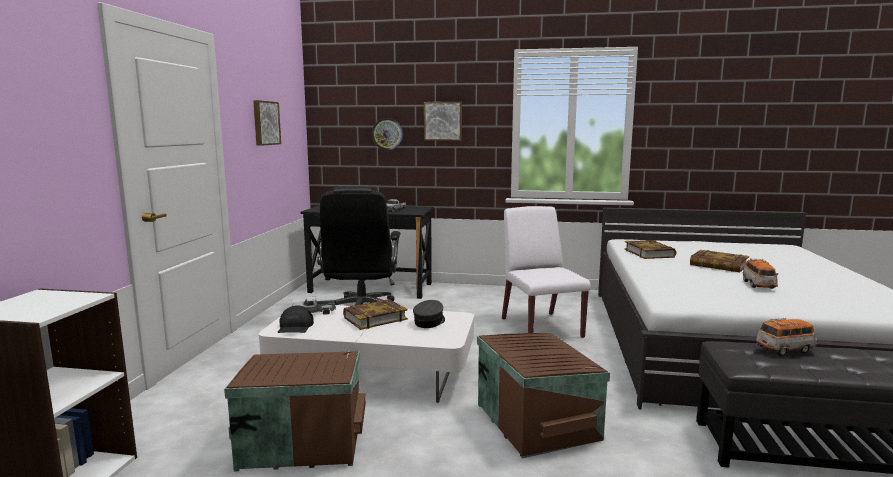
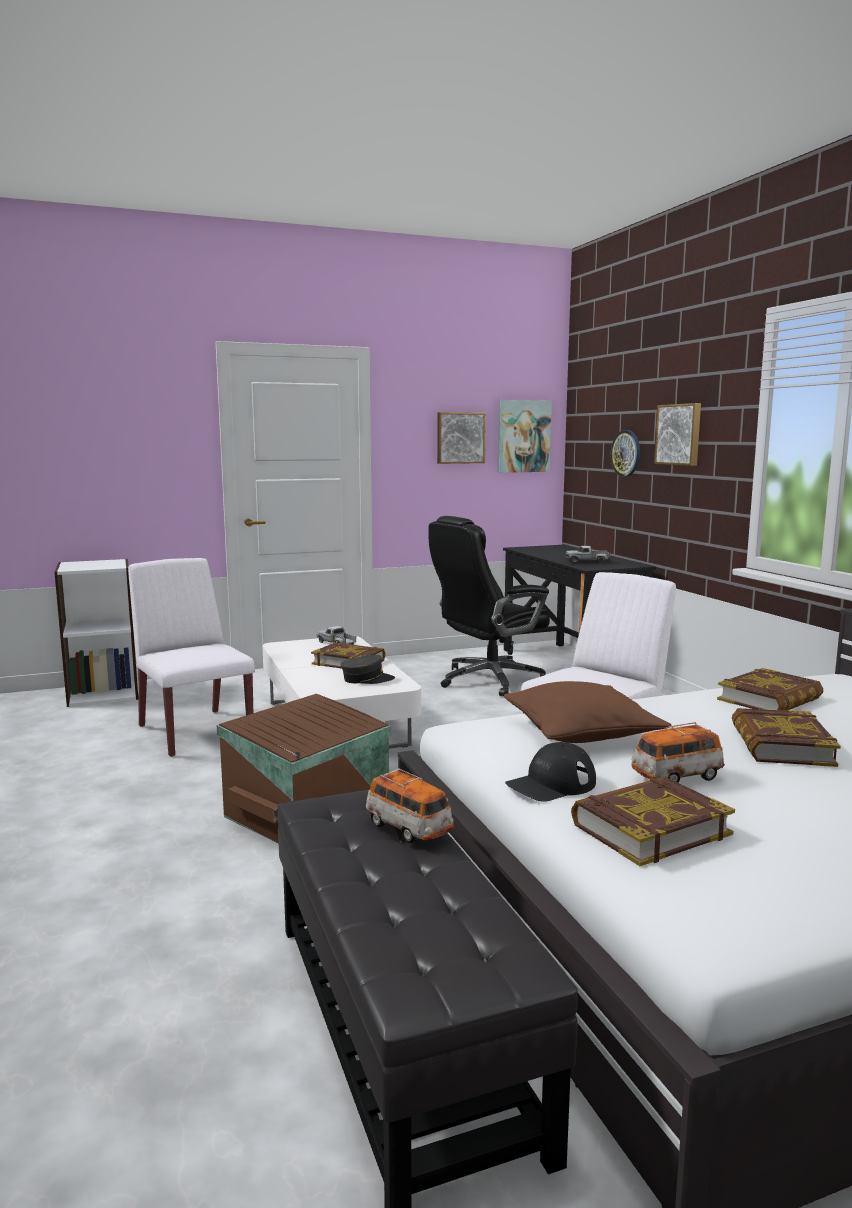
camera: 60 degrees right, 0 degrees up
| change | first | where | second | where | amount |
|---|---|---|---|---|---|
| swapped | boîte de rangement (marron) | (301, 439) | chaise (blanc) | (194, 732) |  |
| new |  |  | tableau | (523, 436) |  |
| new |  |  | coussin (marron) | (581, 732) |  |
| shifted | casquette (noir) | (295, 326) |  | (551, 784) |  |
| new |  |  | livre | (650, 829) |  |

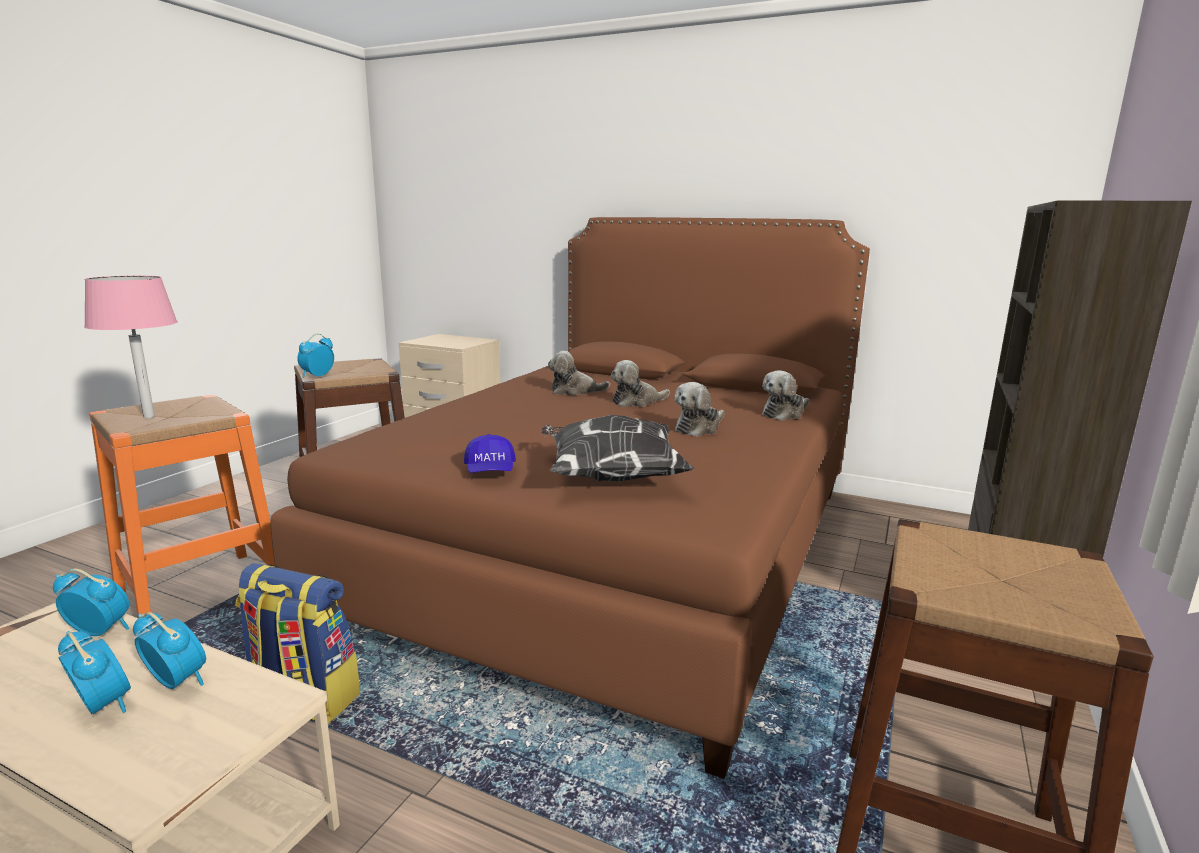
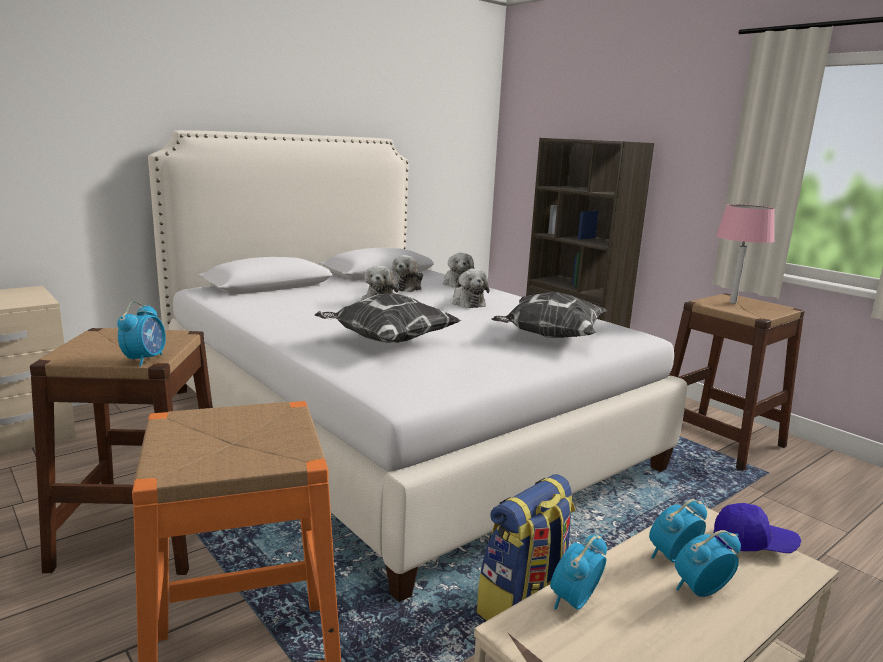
camera: 65 degrees left, 0 degrees up
| change | first | where | second | where | amount |
|---|---|---|---|---|---|
| rotated | réveil | (317, 376) |  | (145, 359) | 135 degrees counterclockwise |
| repainted | lit (marron) | (618, 548) | lit (blanc) | (395, 426) |  |
| new |  |  | coussin | (386, 341) |  |
| shifted | peluche | (574, 391) |  | (407, 287) |  |
| shifted | casquette (bleu) | (490, 471) |  | (753, 544) |  |
| shifted | lampe de table (rose) | (149, 416) |  | (732, 302) |  |

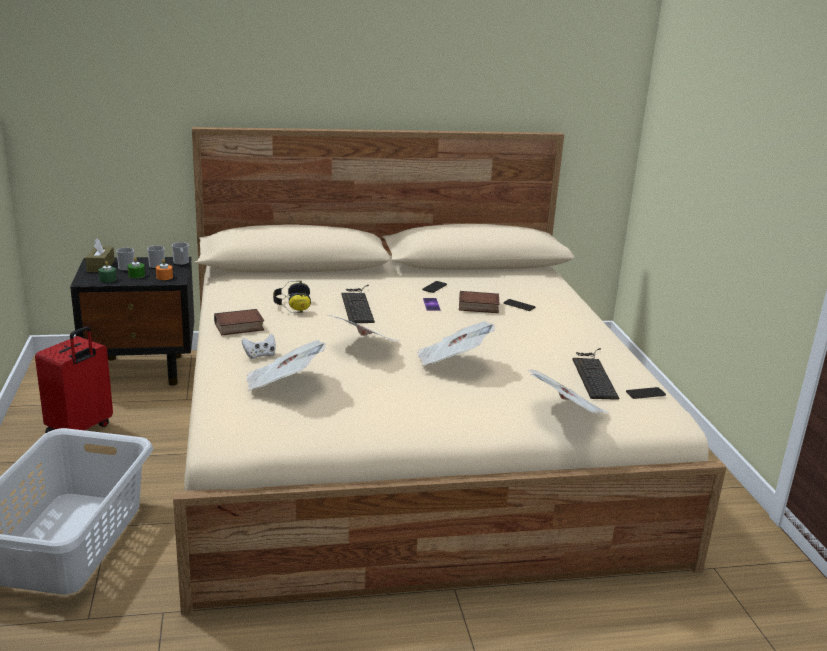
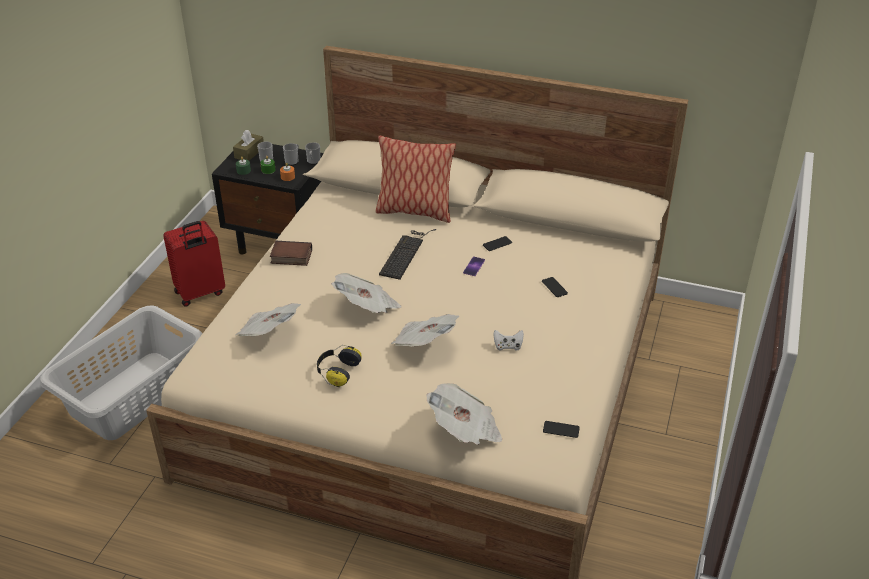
camera: 30 degrees right, 15 degrees up
| change | first | where | second | where | amount |
|---|---|---|---|---|---|
| shifted | casque audio | (291, 305) |  | (337, 372) |  |
| new |  |  | coussin | (414, 211) |  |
| shifted | manette (blanc) | (260, 355) |  | (508, 346) |  |
| gone | livre | (477, 307) |  |  |  |
| gone | clavier | (593, 374) |  |  |  |

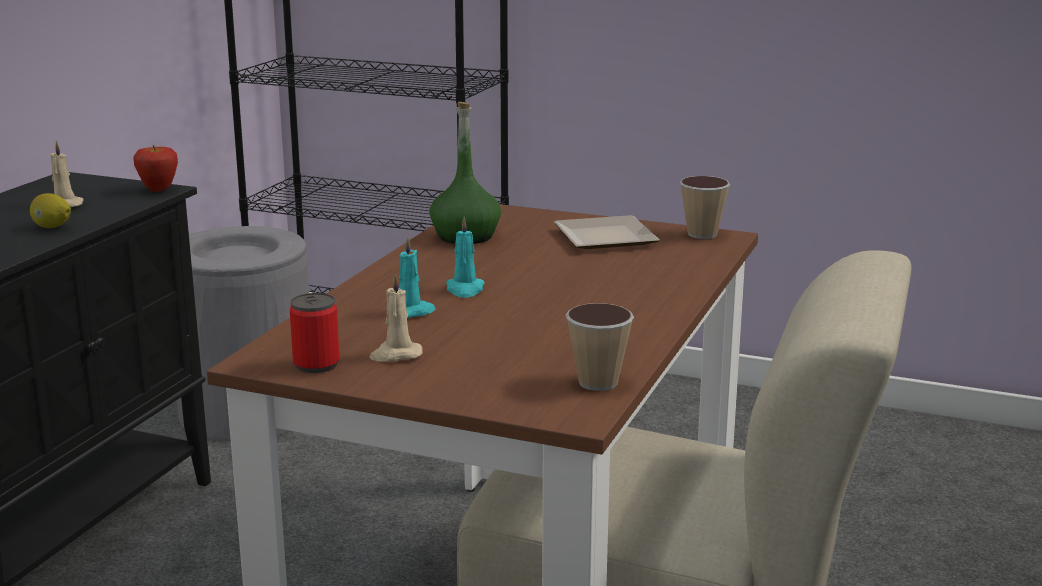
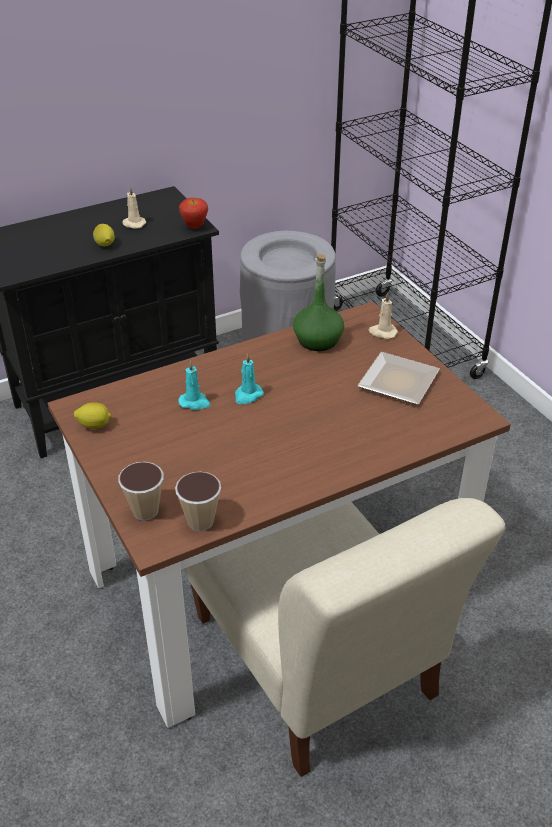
camera: 40 degrees right, 20 degrees up
| change | first | where | second | where | amount |
|---|---|---|---|---|---|
| swapped | boîte métallique | (316, 365) | citron | (94, 425) |  |
| shifted | tasse | (702, 234) |  | (145, 511) |  |
| shifted | bougie (beige) | (395, 355) |  | (382, 332) |  |

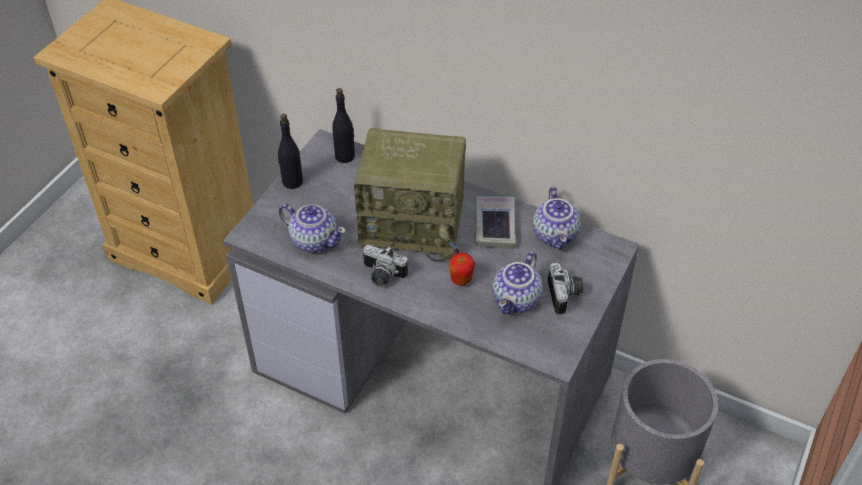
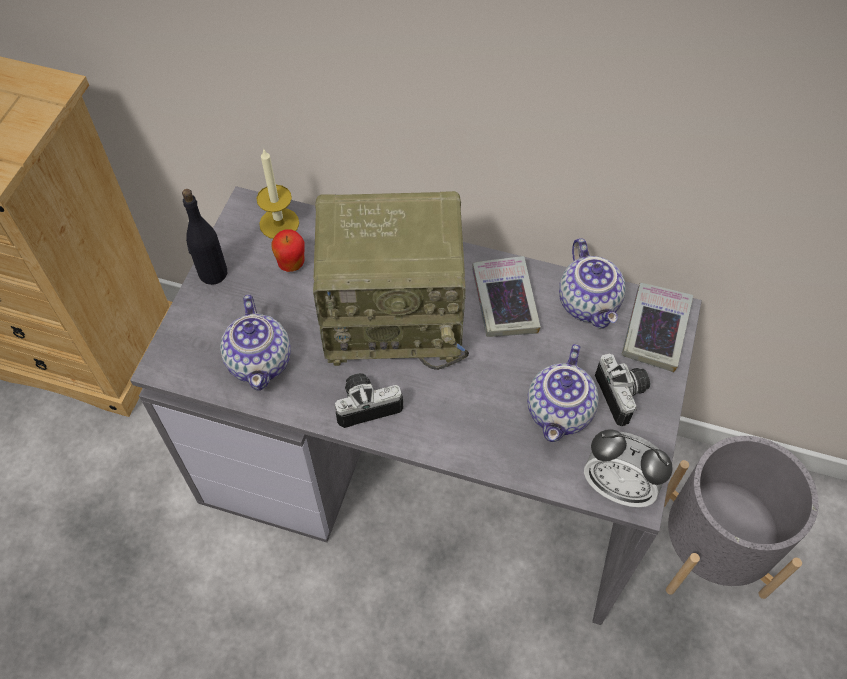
camera: 10 degrees left, 10 degrees up
| change | first | where | second | where | amount |
|---|---|---|---|---|---|
| rotated | théière | (314, 240) |  | (260, 361) | 60 degrees clockwise |
| swapped | bouteille (noir) | (345, 156) | bougie | (279, 223) |  |
| shifted | pomme | (461, 280) |  | (291, 264) |  |
| rotated | appareil photo | (381, 276) |  | (366, 403) | 150 degrees clockwise |
| new |  |  | réveil | (618, 486) |  |
| new |  |  | livre | (655, 330) |  |

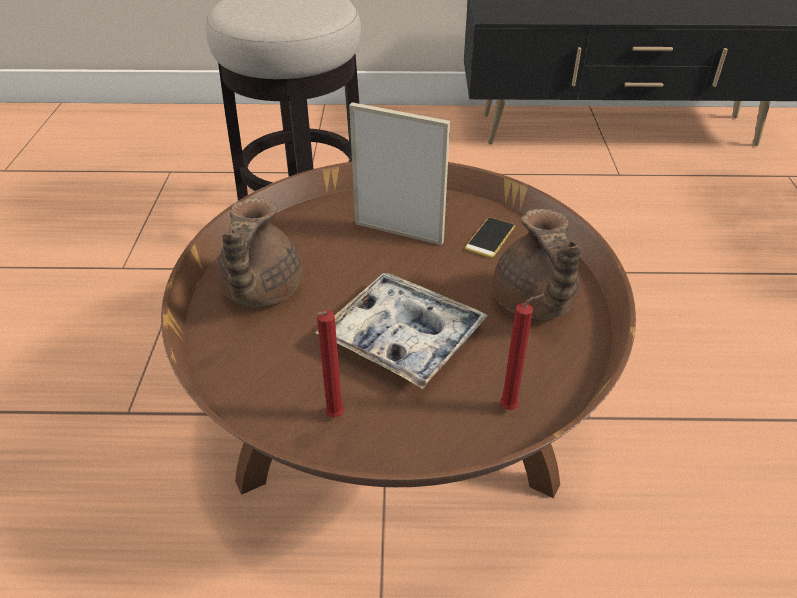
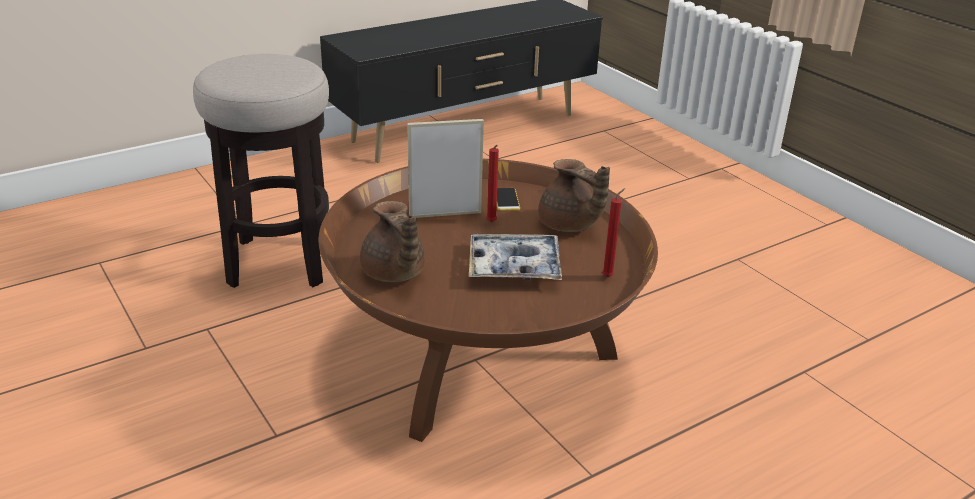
camera: 35 degrees left, 10 degrees down
| change | first | where | second | where | amount |
|---|---|---|---|---|---|
| shifted | bougie (rouge) | (333, 417) |  | (491, 223) |  |

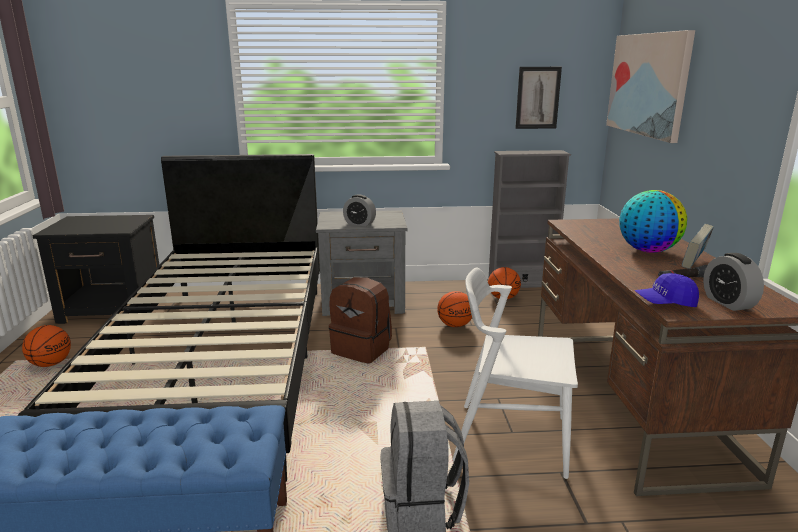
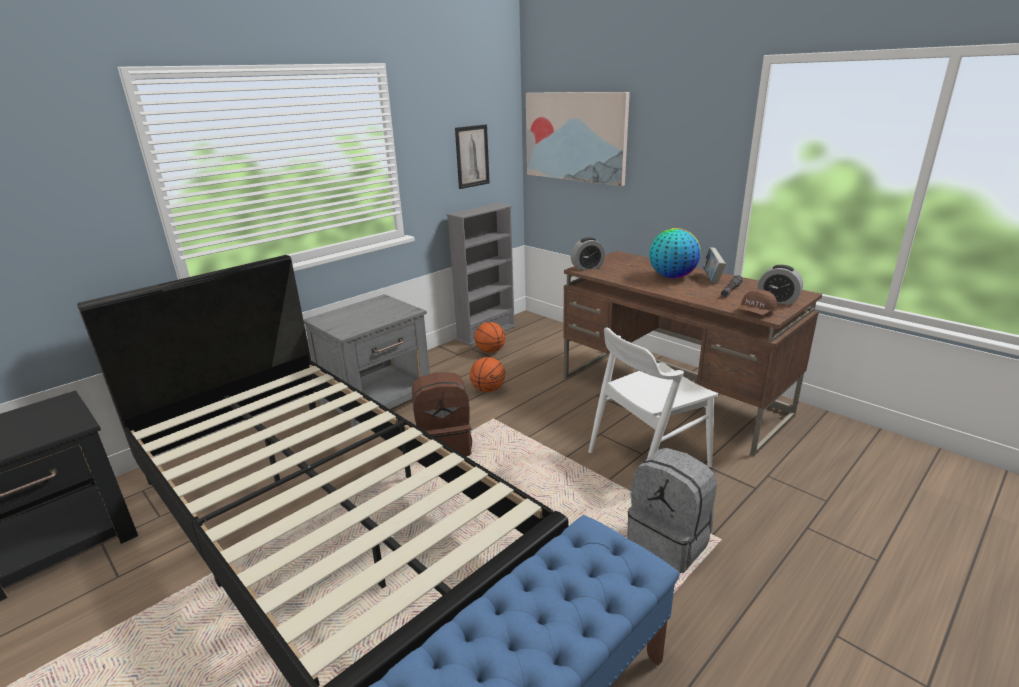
camera: 40 degrees left, 5 degrees up
| change | first | where | second | where | amount |
|---|---|---|---|---|---|
| shifted | réveil | (359, 223) |  | (587, 267) |  |
| repainted | casquette (bleu) | (665, 303) | casquette (marron) | (755, 313) |  |
| gone | ballon de basket | (51, 364) |  |  |  |

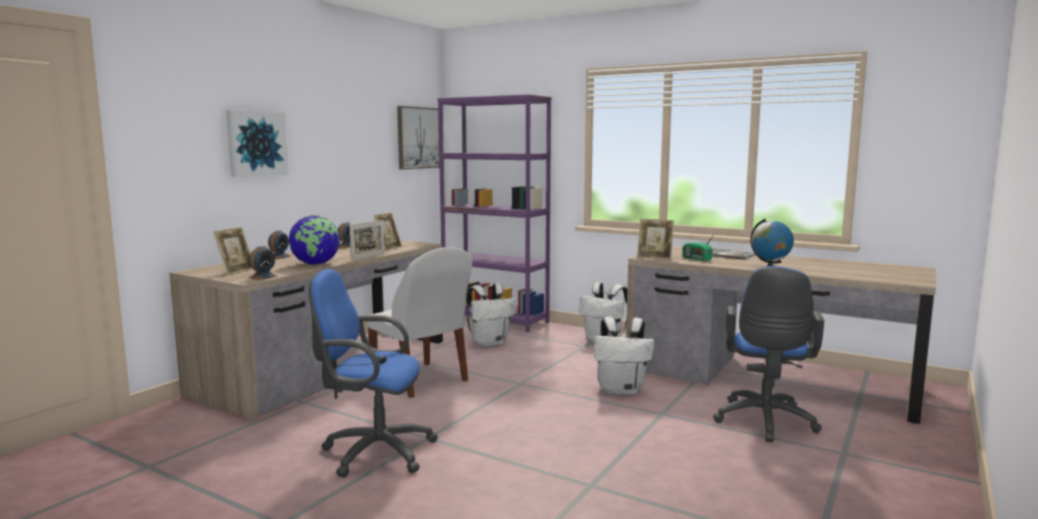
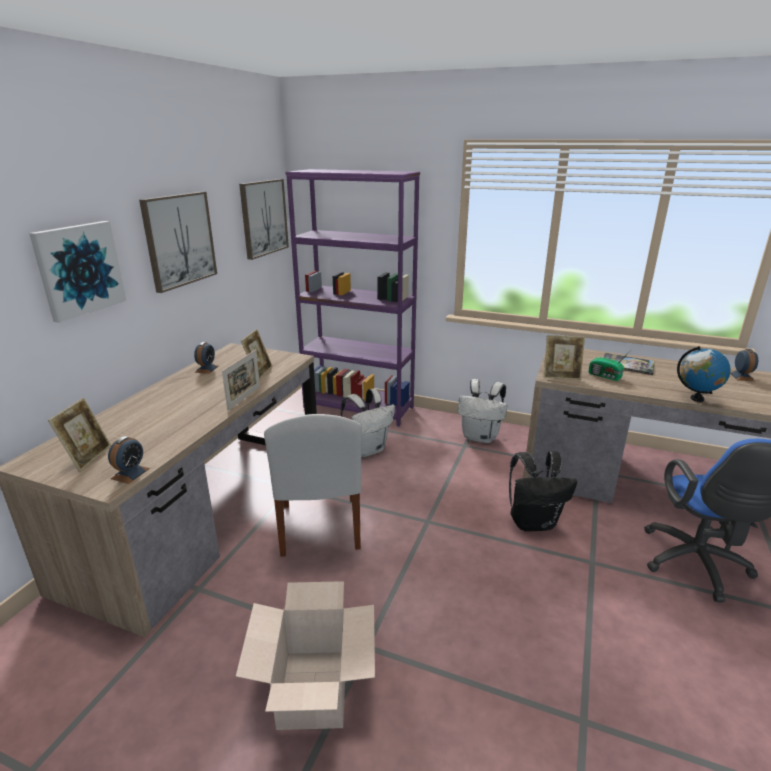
camera: 10 degrees left, 15 degrees up
| change | first | where | second | where | amount |
|---|---|---|---|---|---|
| new |  |  | tableau | (179, 240) |  |
| swapped | chaise de bureau (bleu) | (373, 452) | carton | (312, 688) |  |
| rotated | chaise (blanc) | (421, 381) |  | (319, 528) | 45 degrees clockwise |
| repainted | sac à dos (blanc) | (621, 390) | sac à dos (noir) | (533, 522) |  |
| shifted | réveil | (279, 257) |  | (741, 376) |  |
| gone | globe | (315, 264) |  |  |  |

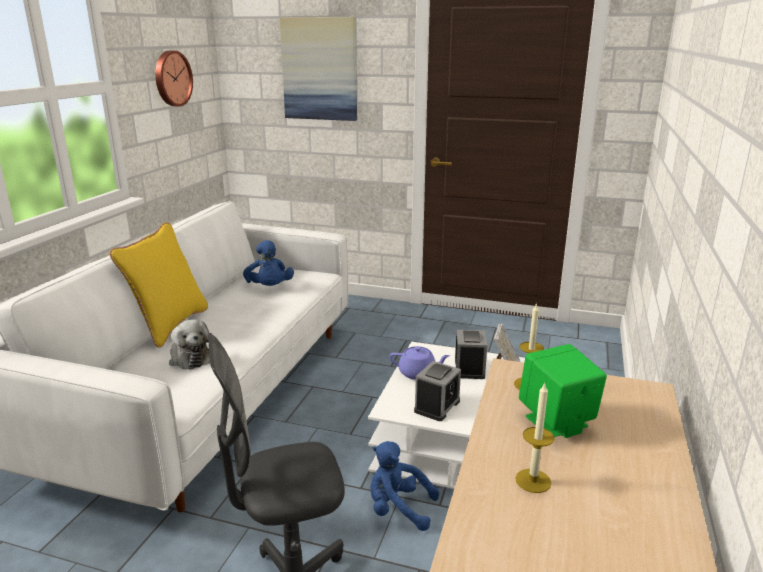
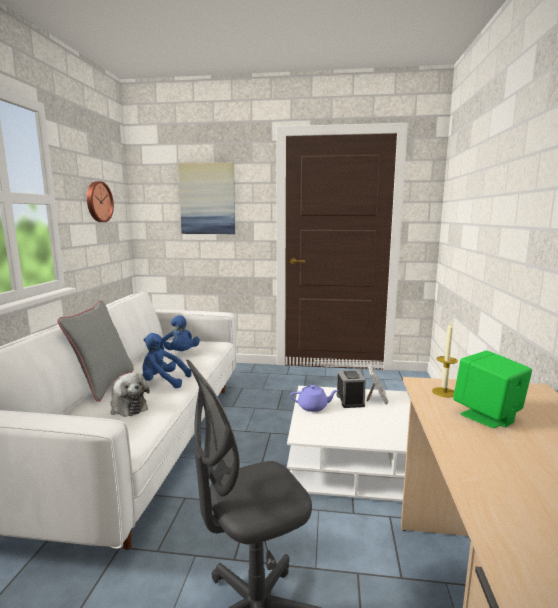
camera: 10 degrees left, 10 degrees down
| change | first | where | second | where | amount |
|---|---|---|---|---|---|
| repainted | coussin (jaune) | (169, 325) | coussin (gris) | (104, 385) |  |
| shifted | peluche (bleu) | (398, 509) |  | (163, 382) |  |
| gone | réveil | (437, 406) |  |  |  |
| gone | bougie | (533, 481) |  |  |  |

